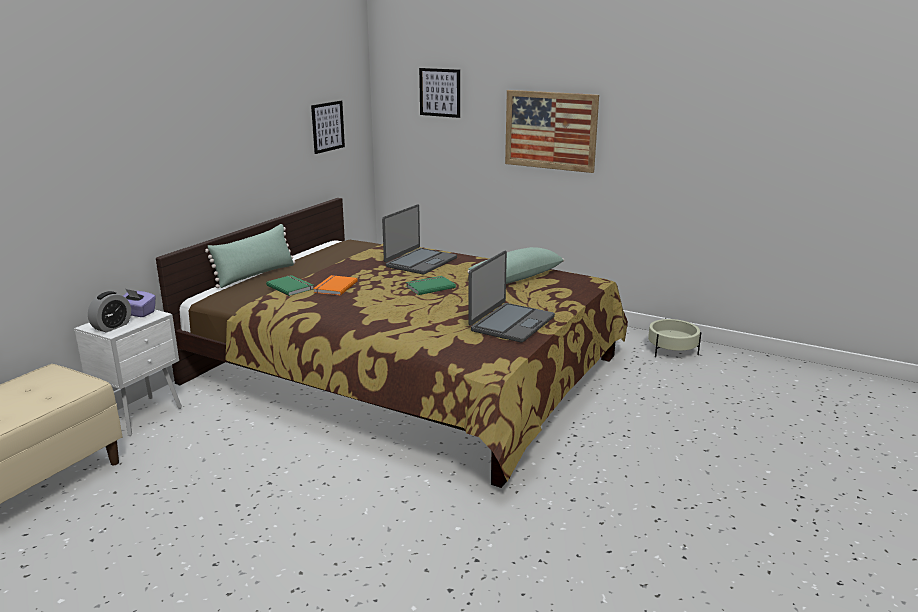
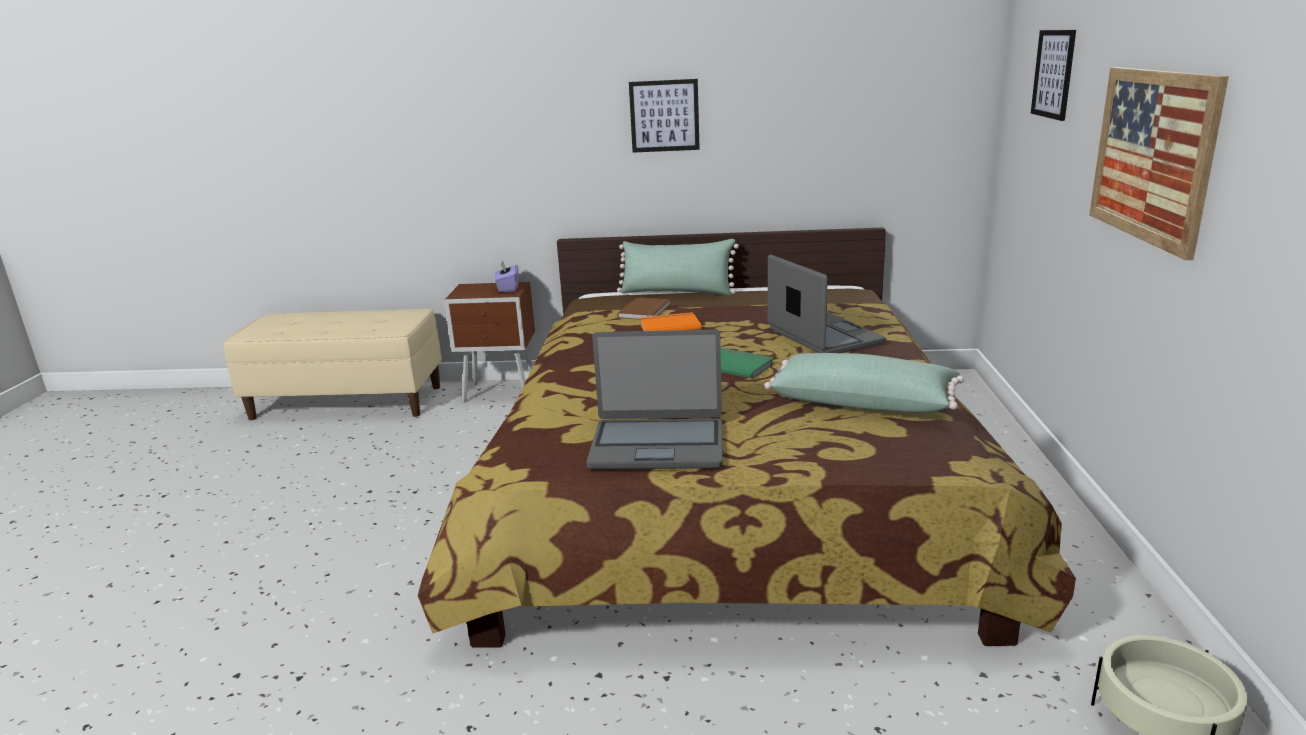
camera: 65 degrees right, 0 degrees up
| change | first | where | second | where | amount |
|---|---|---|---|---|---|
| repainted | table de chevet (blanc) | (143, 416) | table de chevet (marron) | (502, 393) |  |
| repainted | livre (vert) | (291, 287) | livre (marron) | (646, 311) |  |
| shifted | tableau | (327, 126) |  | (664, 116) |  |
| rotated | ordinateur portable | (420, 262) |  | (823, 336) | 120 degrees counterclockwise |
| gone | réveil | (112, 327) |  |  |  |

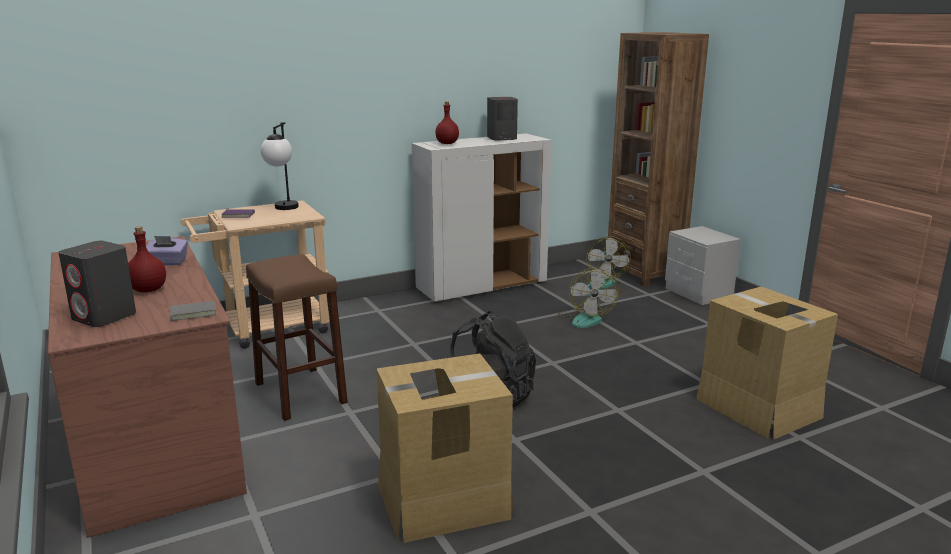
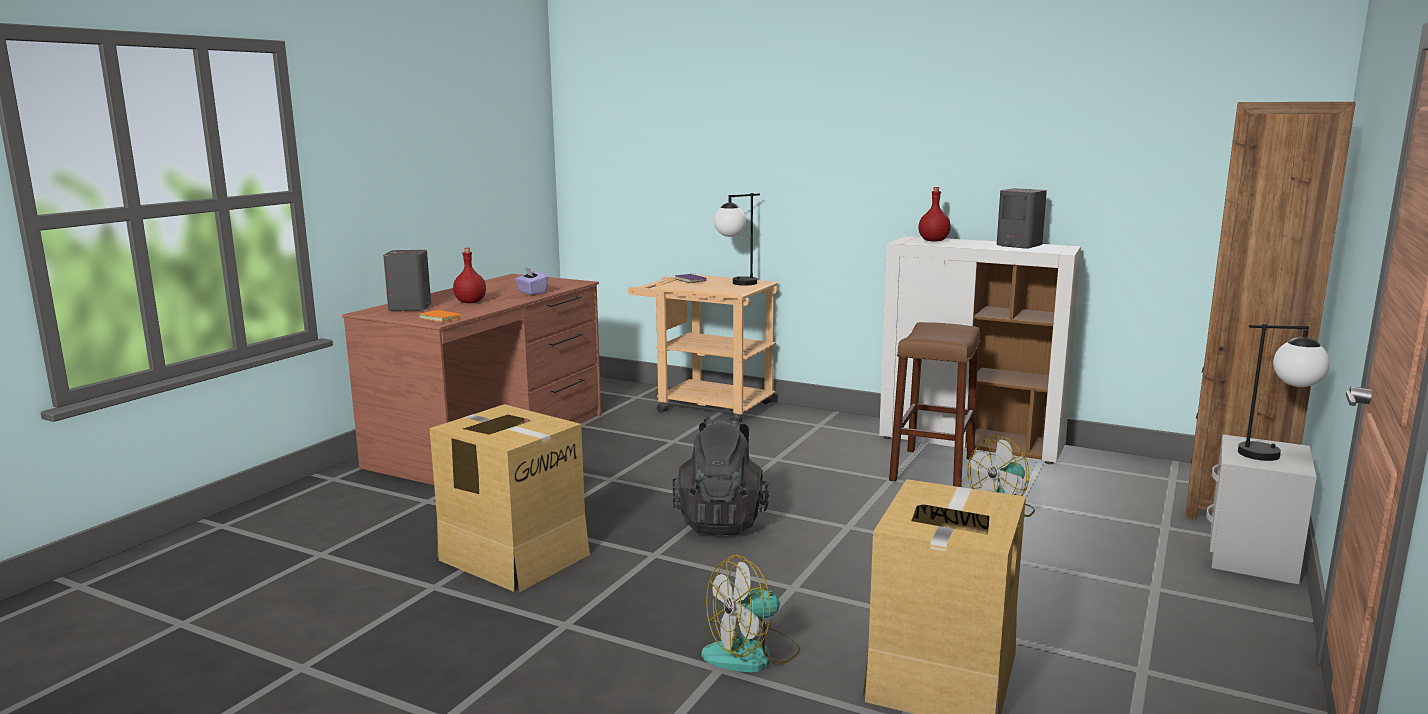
camera: 55 degrees right, 5 degrees down
| change | first | where | second | where | amount |
|---|---|---|---|---|---|
| repainted | livre (gris) | (193, 312) | livre (orange) | (441, 318) |  |
| shifted | ventilateur | (601, 282) |  | (752, 654) |  |
| shifted | tabouret (marron) | (300, 393) |  | (932, 469) |  |
| new |  |  | lampe de table | (1275, 454) |  |

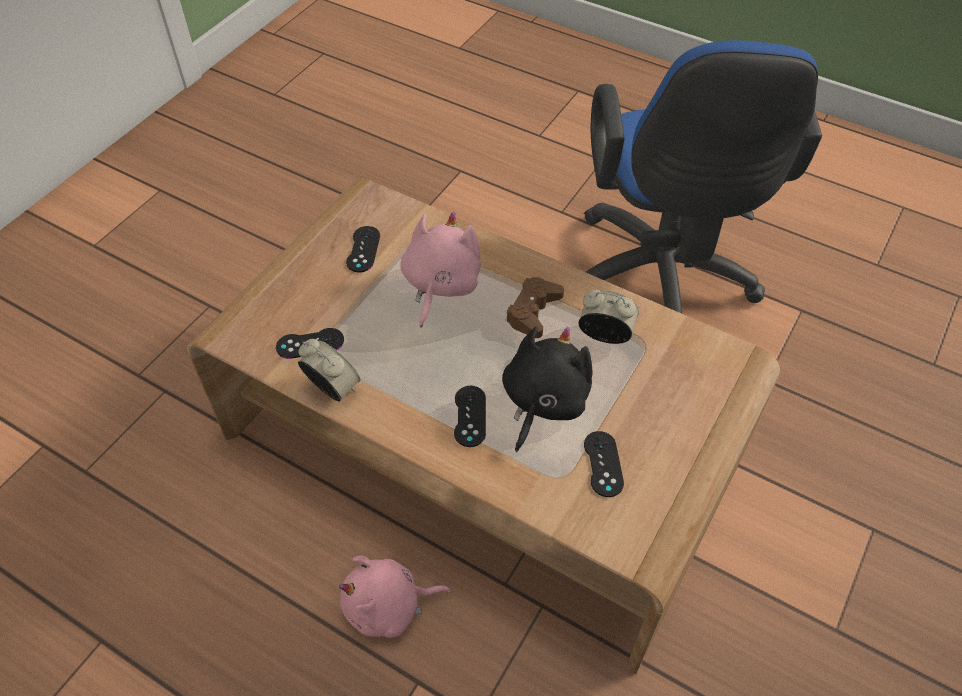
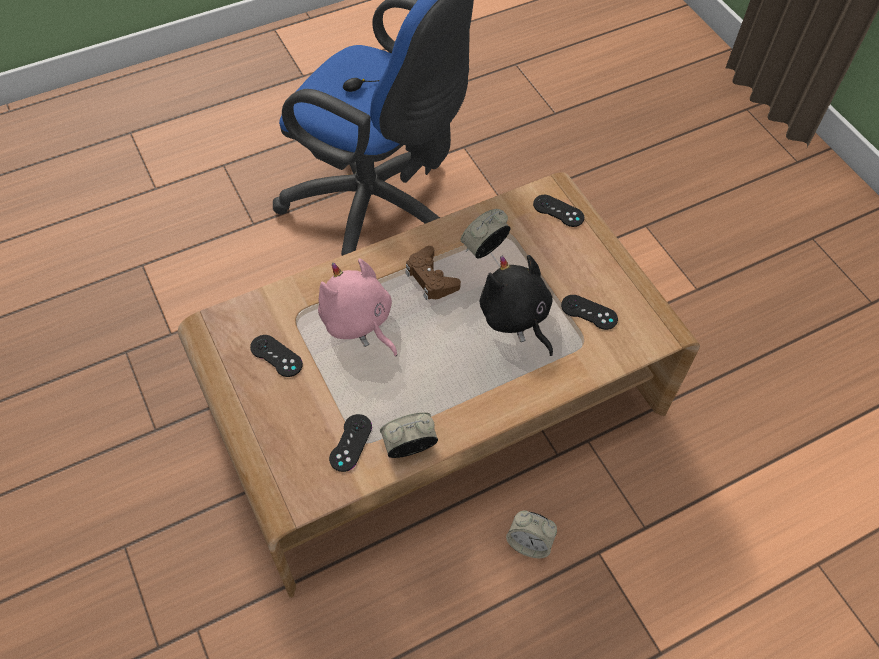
camera: 60 degrees left, 5 degrees up
| change | first | where | second | where | amount |
|---|---|---|---|---|---|
| swapped | peluche (rose) | (388, 606) | réveil | (529, 542) |  |
| shifted | manette (noir) | (470, 416) |  | (558, 211) |  |

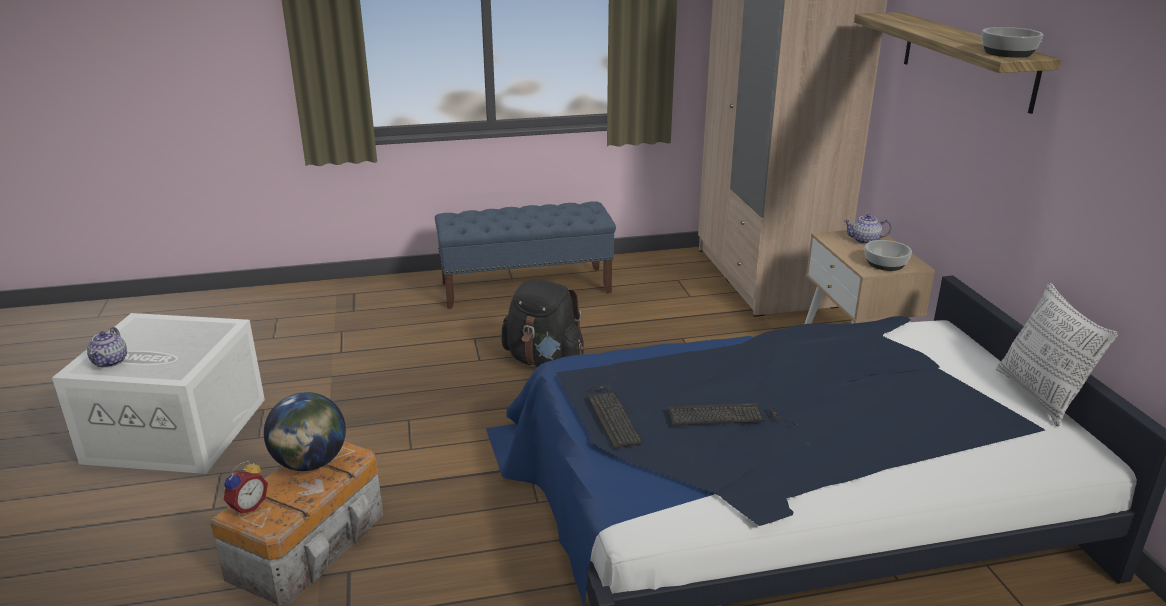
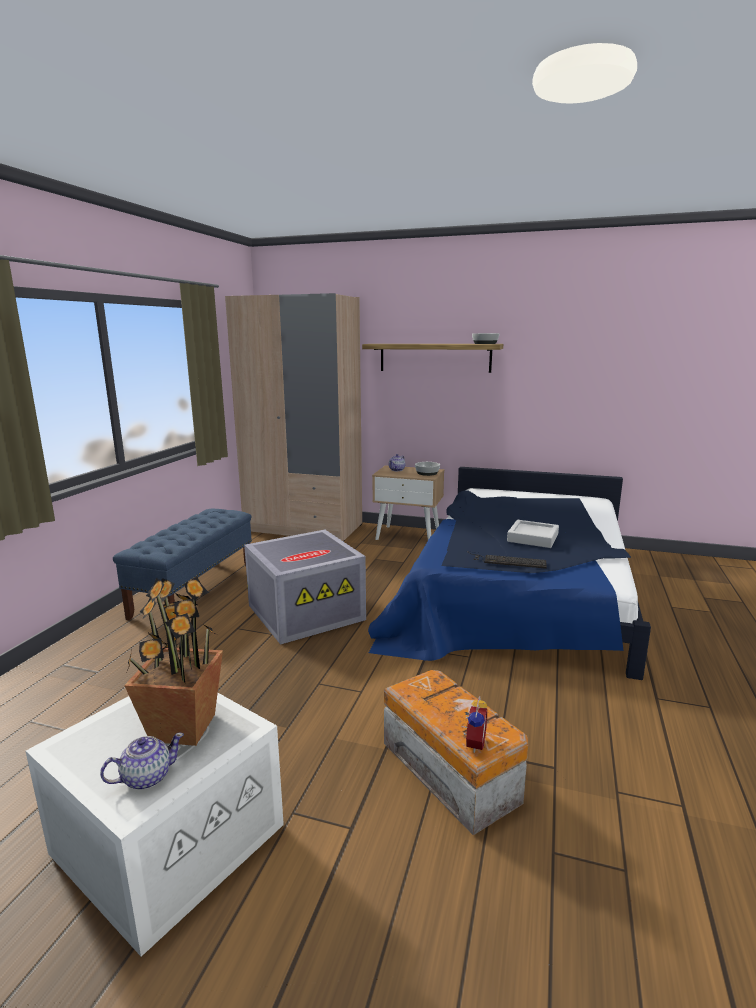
camera: 60 degrees left, 10 degrees down
| change | first | where | second | where | amount |
|---|---|---|---|---|---|
| rotated | théière | (111, 361) |  | (146, 777) | 60 degrees counterclockwise |
| new |  |  | plante en pot | (183, 727) |  |
| swapped | sac à dos (noir) | (544, 361) | boîte de rangement (gris) | (306, 611) |  |
| rotated | réveil | (247, 506) |  | (473, 743) | 45 degrees clockwise |
| swapped | clavier | (727, 416) | plateau (gris) | (532, 538) |  |
| gone | globe | (310, 463) |  |  |  |
| gone | coussin | (1040, 396) |  |  |  |

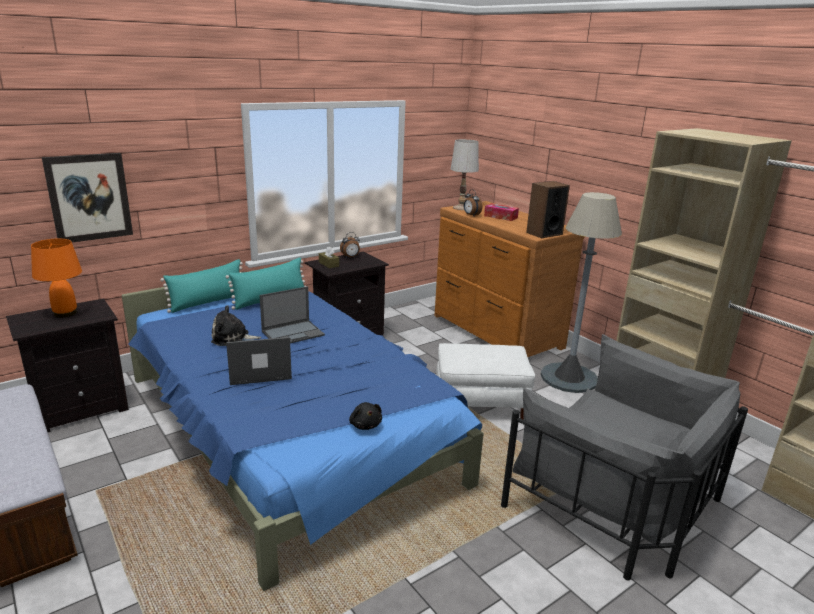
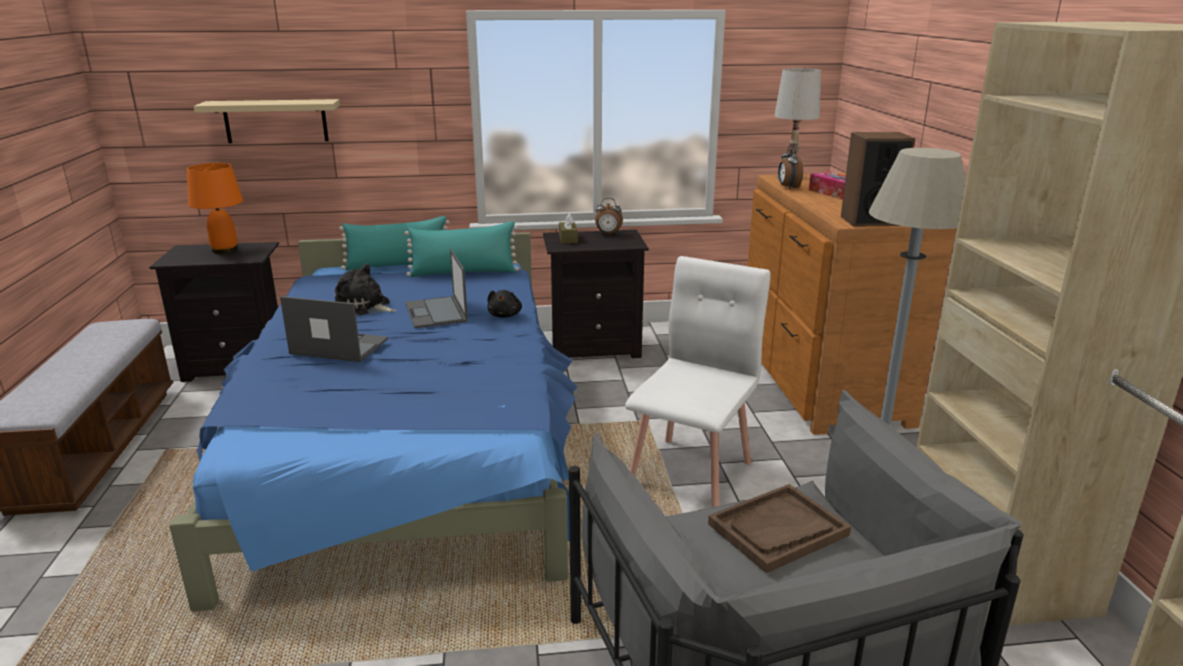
camera: 30 degrees right, 0 degrees up
| change | first | where | second | where | amount |
|---|---|---|---|---|---|
| swapped | tableau | (89, 197) | étagère (beige) | (276, 121) |  |
| rotated | ordinateur portable | (293, 333) |  | (436, 313) | 75 degrees clockwise |
| shifted | peluche (noir) | (365, 425) |  | (505, 315) |  |
| swapped | pouf (blanc) | (481, 403) | chaise (blanc) | (691, 472) |  |
| new |  |  | plateau (marron) | (778, 530) |  |

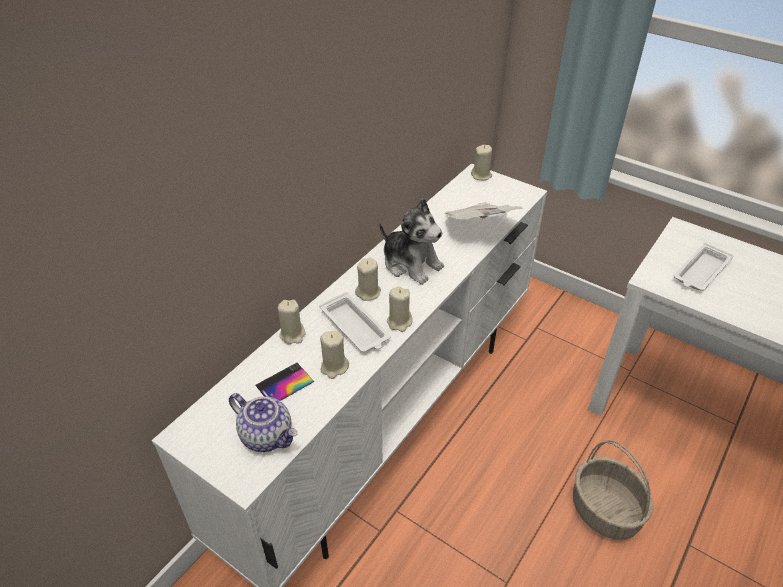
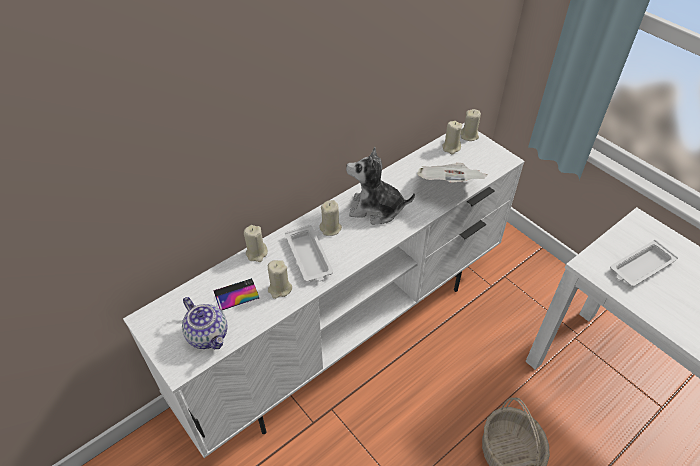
camera: 15 degrees right, 5 degrees up
| change | first | where | second | where | amount |
|---|---|---|---|---|---|
| rotated | peluche | (411, 264) |  | (376, 209) | 135 degrees clockwise |
| shifted | bougie (beige) | (399, 322) |  | (451, 148) |  |

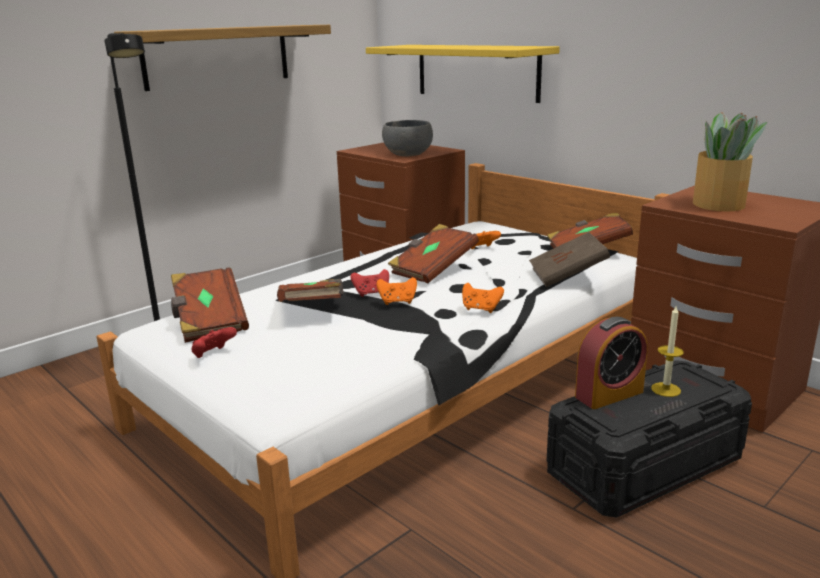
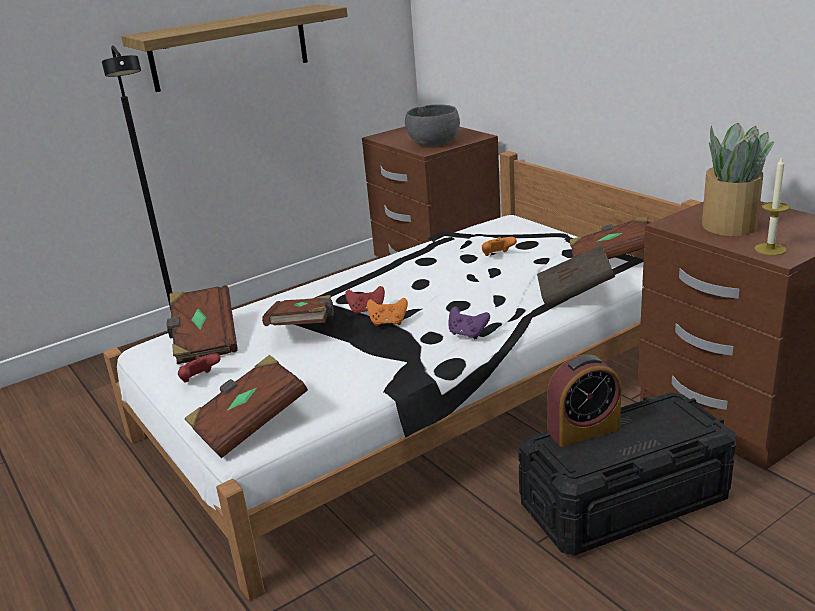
camera: 10 degrees right, 5 degrees up
| change | first | where | second | where | amount |
|---|---|---|---|---|---|
| shifted | livre (marron) | (432, 269) |  | (249, 424) |  |
| repainted | manette (orange) | (481, 309) | manette (violet) | (467, 334) |  |
| shifted | bougie | (666, 389) |  | (770, 249) |  |
| gone | étagère (jaune) | (476, 72) |  |  |  |

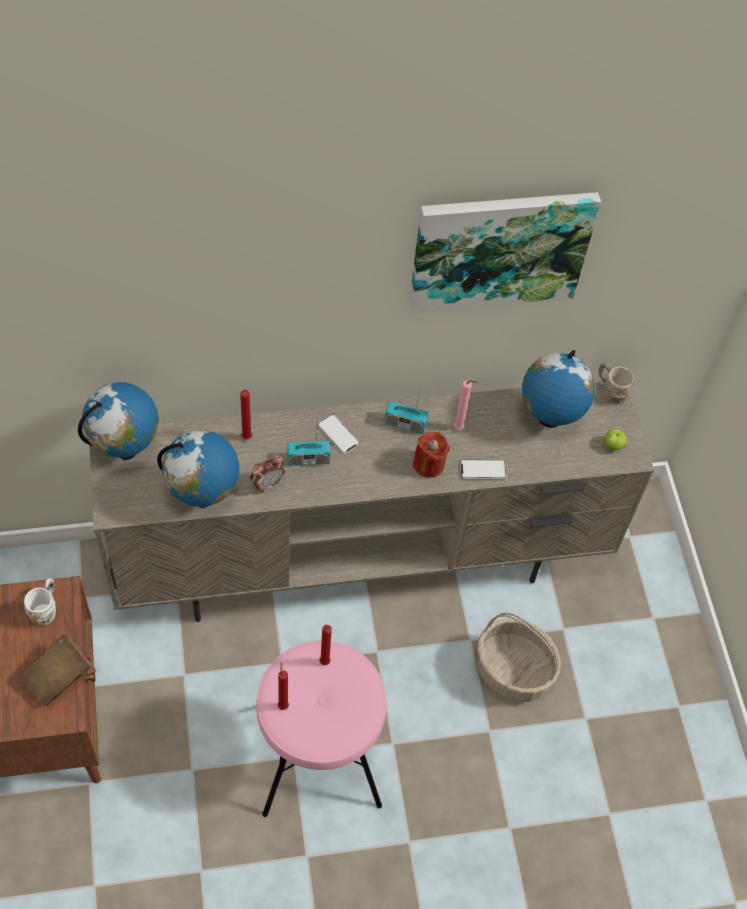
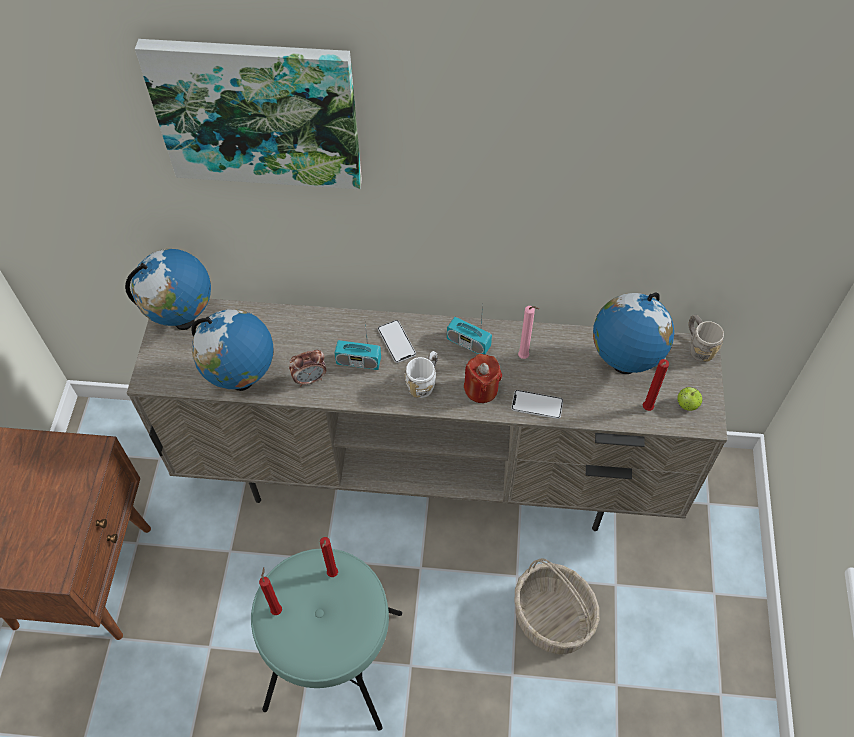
camera: 20 degrees right, 0 degrees up
| change | first | where | second | where | amount |
|---|---|---|---|---|---|
| shifted | tableau | (499, 249) |  | (258, 112) |  |
| repainted | tabouret (rose) | (318, 755) | tabouret (turquoise) | (334, 660) |  |
| shifted | mug (blanc) | (46, 609) |  | (424, 382) |  |
| shifted | bougie (rouge) | (246, 439) |  | (646, 409) |  |
| gone | livre (marron) | (57, 676) |  |  |  |

